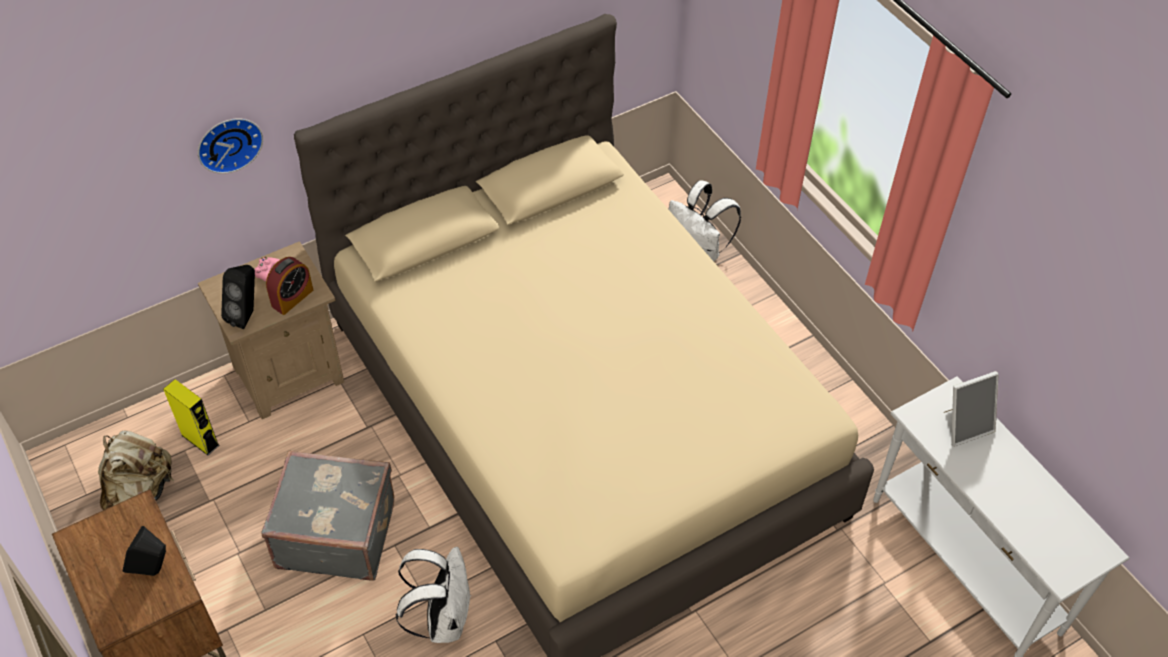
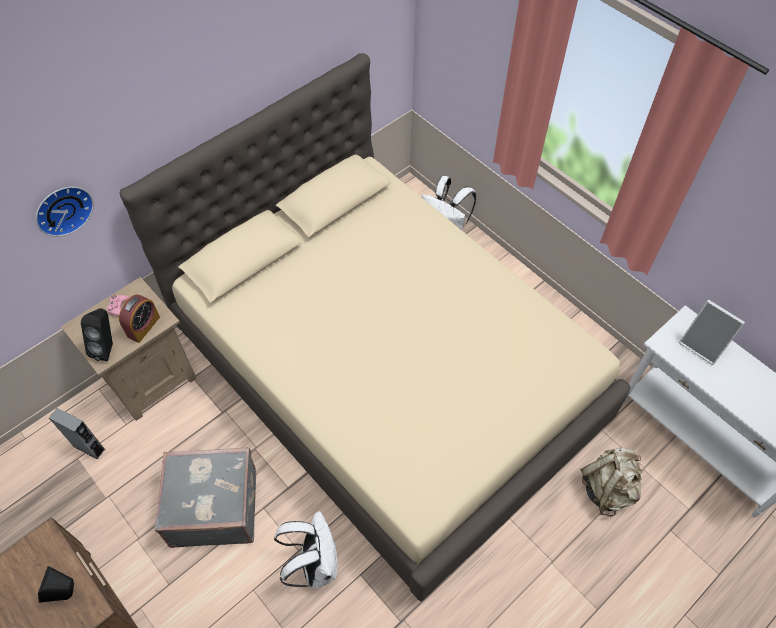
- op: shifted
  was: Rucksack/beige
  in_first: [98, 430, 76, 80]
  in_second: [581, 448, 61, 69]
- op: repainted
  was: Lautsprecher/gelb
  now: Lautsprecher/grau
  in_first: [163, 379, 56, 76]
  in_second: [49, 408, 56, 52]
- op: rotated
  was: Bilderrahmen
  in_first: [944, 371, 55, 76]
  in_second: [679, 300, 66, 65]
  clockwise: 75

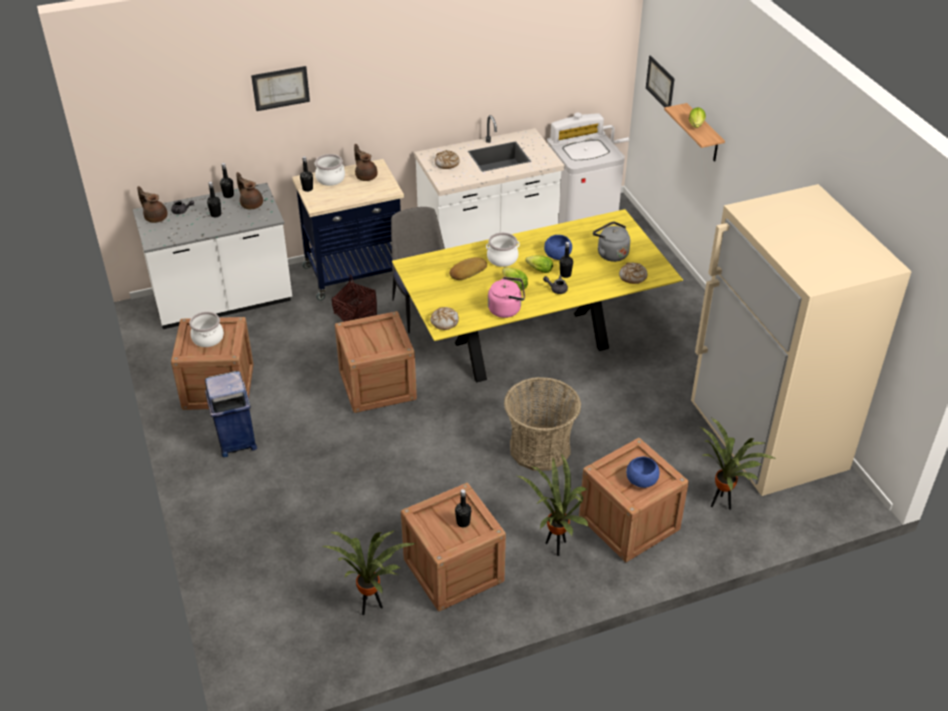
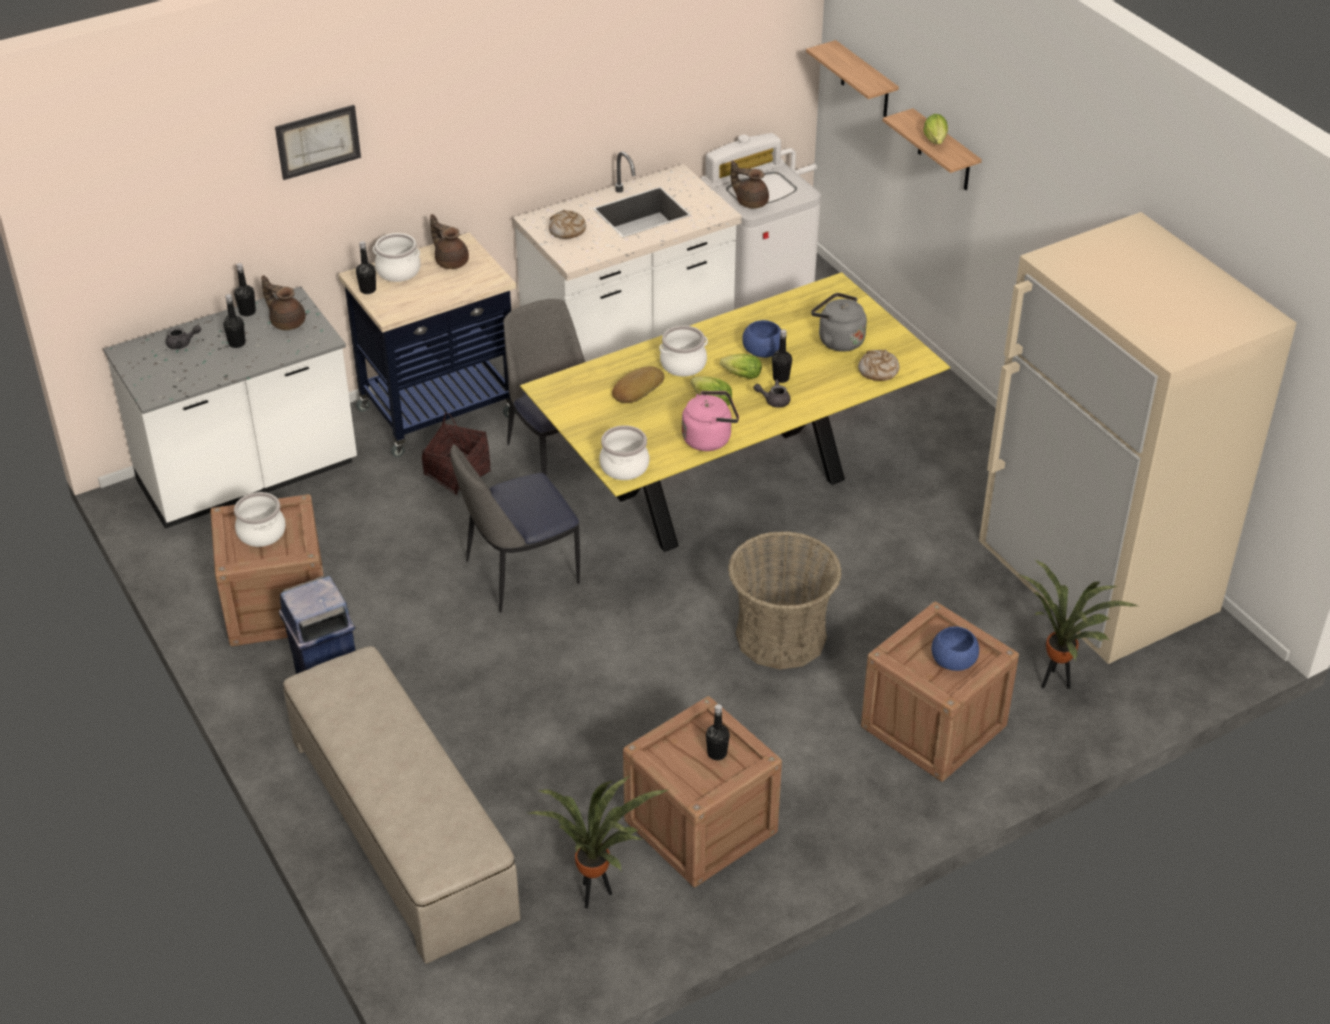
- op: gone
  was: Topfpflanze
  in_first: [518, 454, 71, 102]
- op: new
  now: Bank/beige
  in_second: [283, 646, 237, 318]
- op: shifted
  was: Teekanne/braun
  in_first: [137, 186, 31, 37]
  in_second: [730, 161, 39, 48]
- op: swapped
  was: Kiste
  now: Stuhl
  in_first: [335, 311, 82, 102]
  in_second: [450, 444, 130, 169]
- op: swapped
  was: Brot
  now: Kochtopf
  in_first: [430, 307, 29, 23]
  in_second: [599, 425, 50, 55]
- op: swapped
  was: Bild
  now: Wandregal
  in_first: [646, 55, 28, 52]
  in_second: [806, 40, 93, 77]

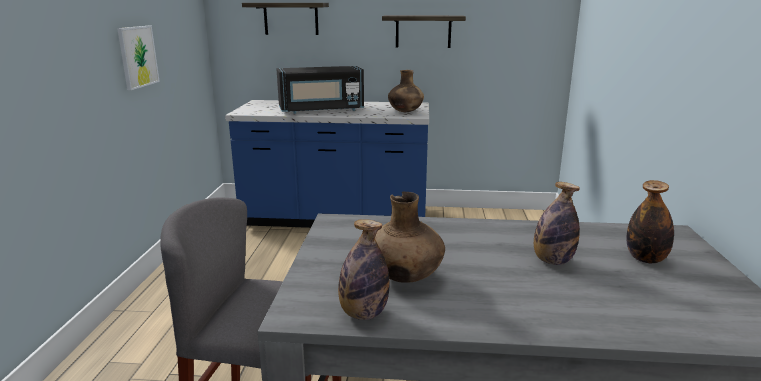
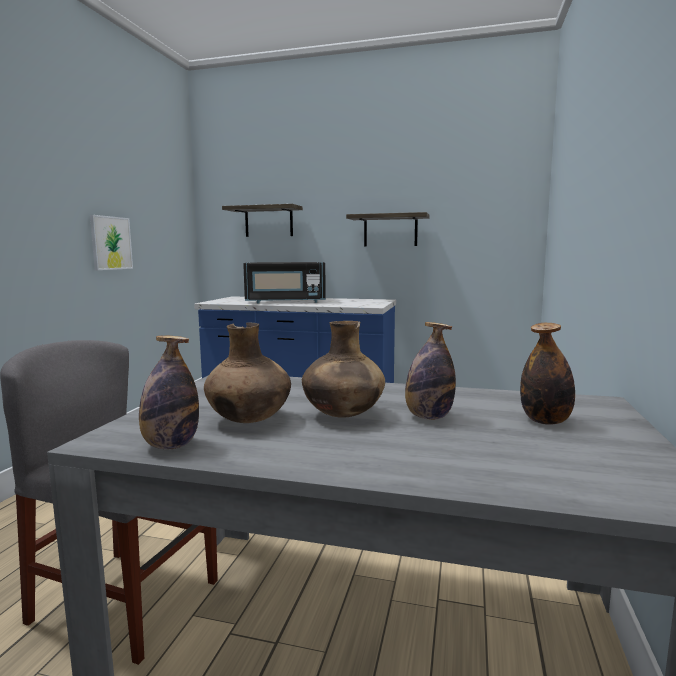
- op: shifted
  was: Vase/braun
  in_first: [388, 70, 36, 42]
  in_second: [302, 321, 83, 97]

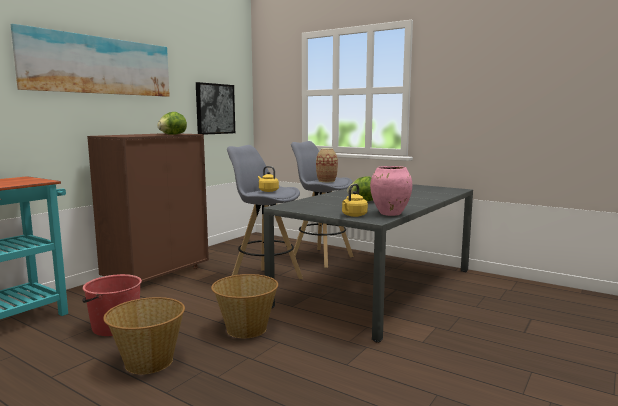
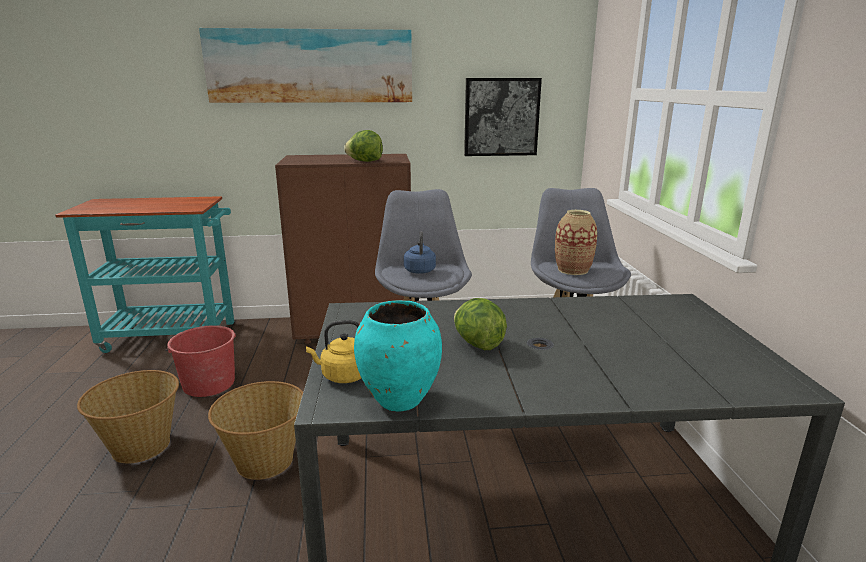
- op: repainted
  was: Wasserkessel/gelb
  now: Wasserkessel/blau
  in_first: [258, 166, 21, 26]
  in_second: [404, 232, 32, 42]
- op: repainted
  was: Vase/rosa
  now: Vase/türkis
  in_first: [370, 166, 42, 50]
  in_second: [354, 300, 88, 111]

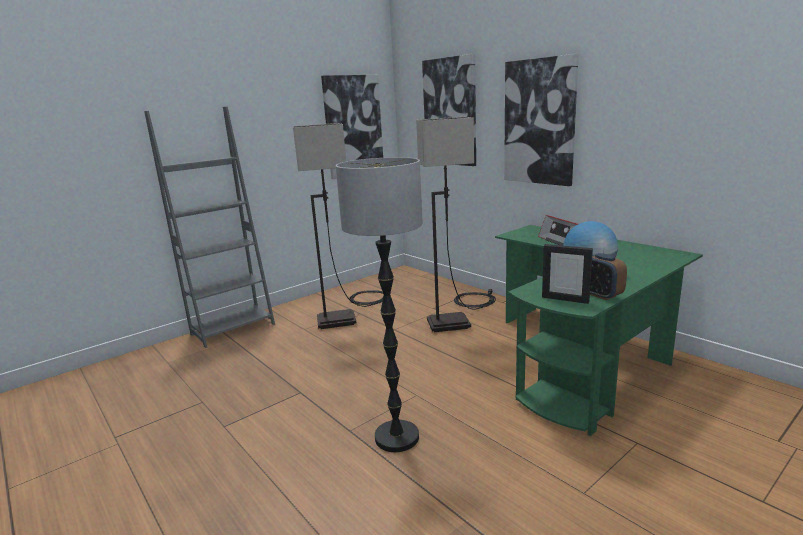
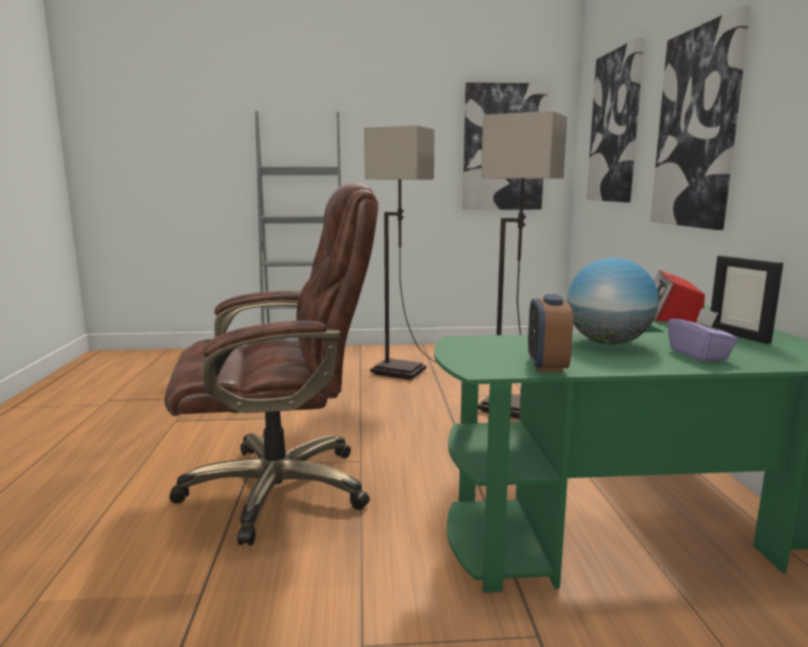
- op: new
  now: Taschentuchbox/lila
  in_second: [667, 308, 71, 54]
- op: shifted
  was: Bilderrahmen
  in_first: [542, 244, 51, 60]
  in_second: [711, 255, 72, 89]
- op: swapped
  was: Stehlampe
  now: Bürostuhl/braun
  in_first: [336, 157, 87, 295]
  in_second: [164, 182, 214, 363]

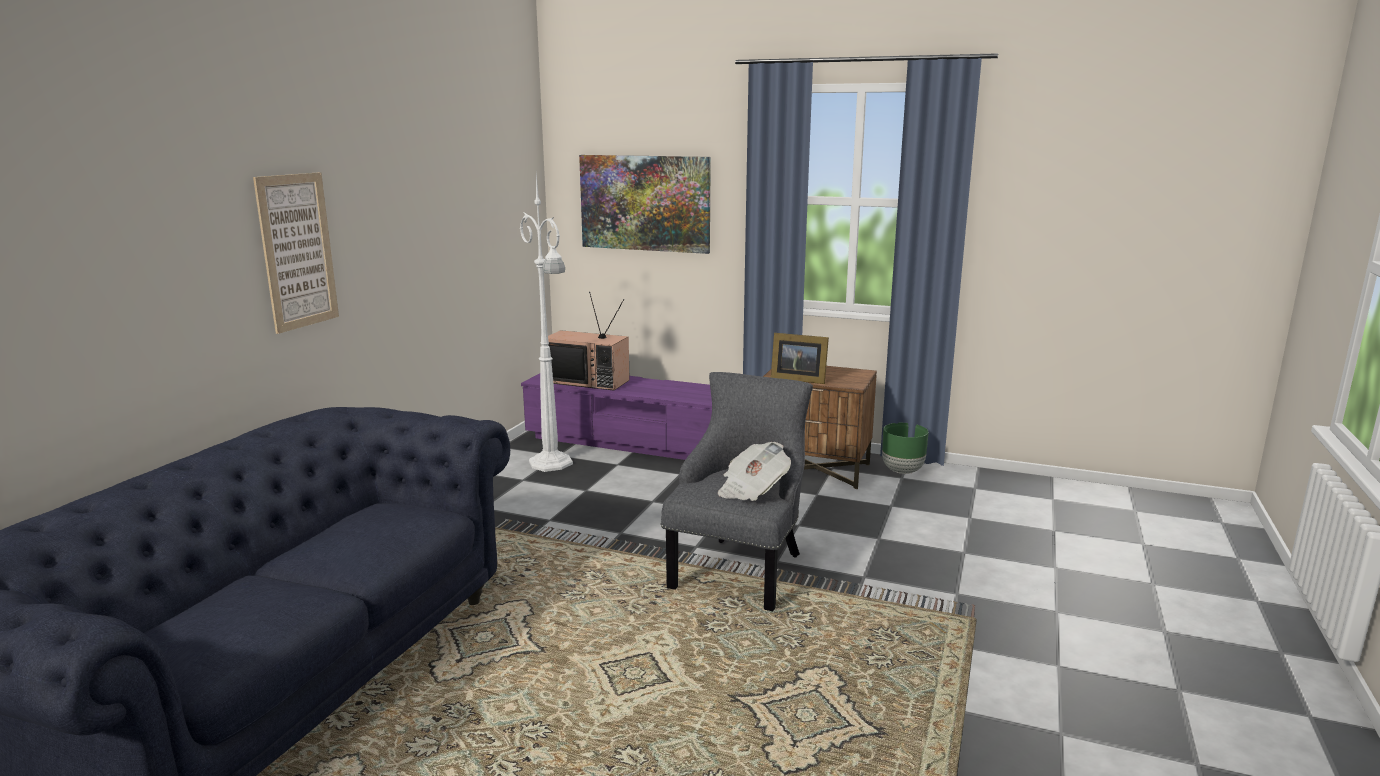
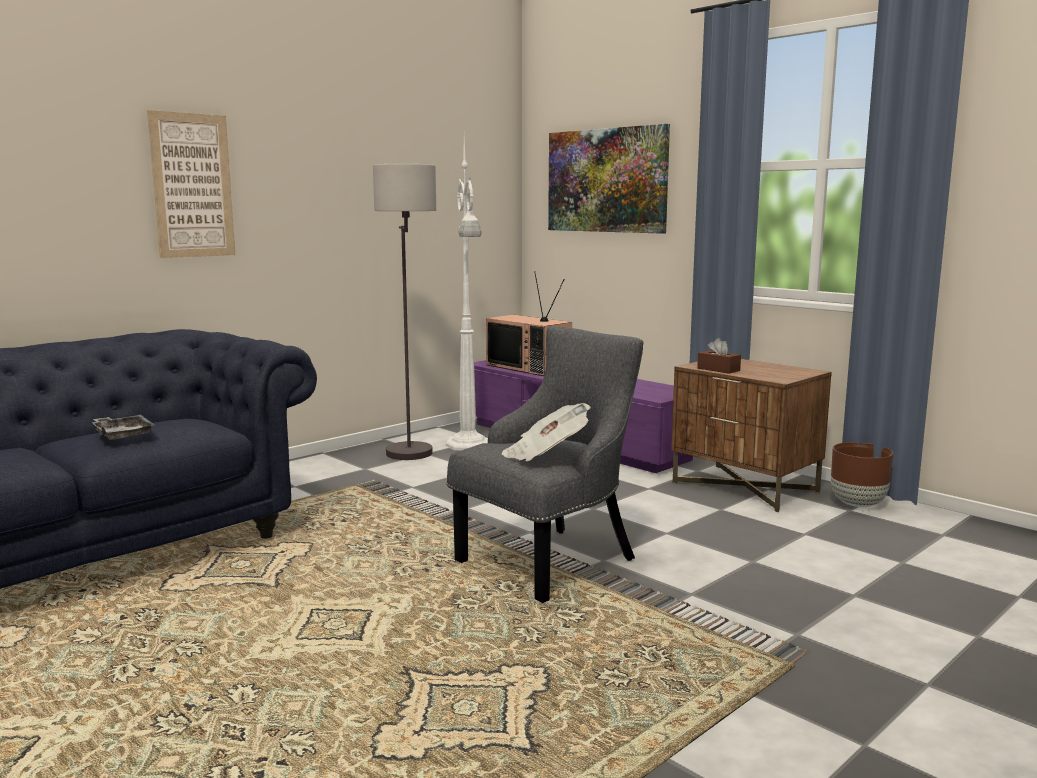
- op: new
  now: Tablett/grau
  in_second: [92, 414, 63, 26]
- op: new
  now: Stehlampe/grau
  in_second: [373, 164, 63, 296]
- op: swapped
  was: Bilderrahmen
  now: Taschentuchbox/braun
  in_first: [771, 333, 58, 51]
  in_second: [697, 338, 44, 36]
- op: repainted
  was: Pflanzkübel/grün
  now: Pflanzkübel/braun
  in_first: [882, 423, 47, 51]
  in_second: [831, 442, 62, 65]

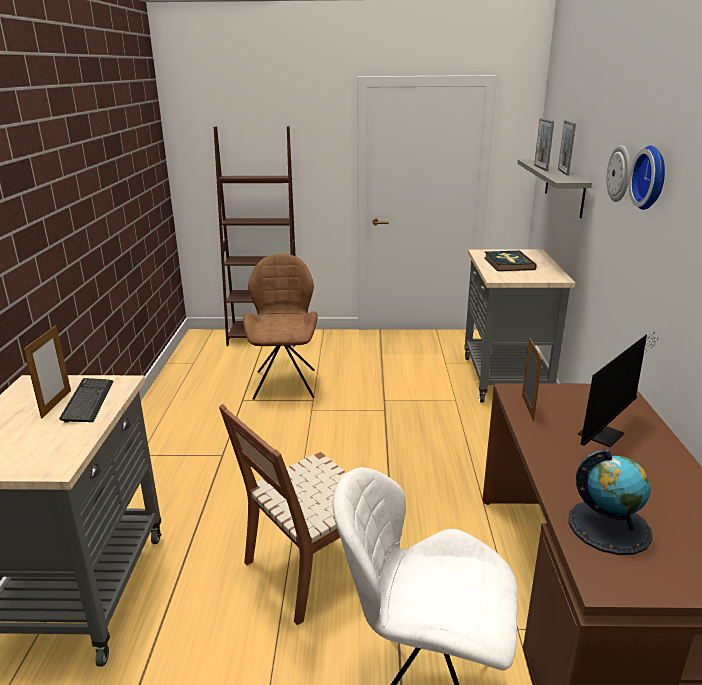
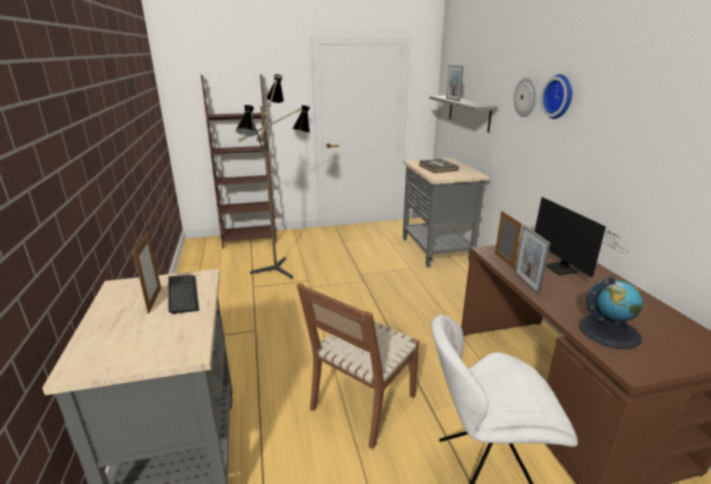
- op: shifted
  was: Bilderrahmen
  in_first: [558, 120, 18, 56]
  in_second: [514, 225, 36, 69]
- op: swapped
  was: Stuhl/braun
  now: Stehlampe
  in_first: [243, 254, 74, 146]
  in_second: [236, 74, 74, 205]
- op: rotated
  was: Monitor
  in_first: [578, 332, 79, 115]
  in_second: [535, 197, 93, 80]
  clockwise: 135

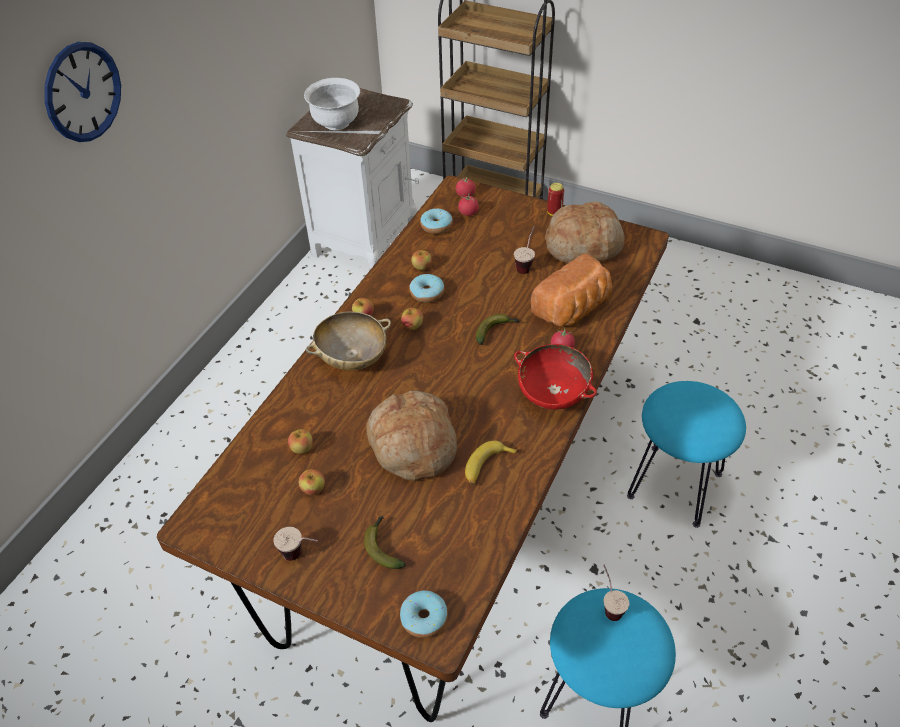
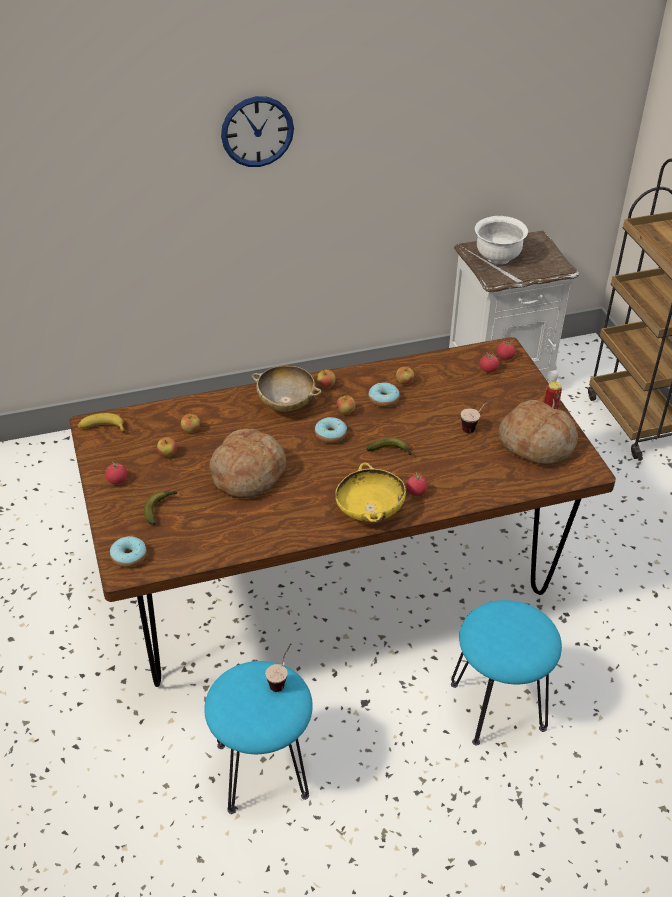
- op: gone
  was: Brot
  in_first: [531, 254, 81, 72]
- op: shifted
  was: Donut
  in_first: [420, 208, 33, 26]
  in_second: [315, 417, 32, 26]
- op: shifted
  was: Banane
  in_first: [465, 440, 54, 45]
  in_second: [77, 413, 49, 20]
- op: swapped
  was: Tasse
  now: Tomate
  in_first: [273, 527, 45, 34]
  in_second: [105, 462, 22, 22]
- op: repainted
  was: Schüssel/rot
  now: Schüssel/gelb
  in_first: [514, 344, 83, 66]
  in_second: [335, 463, 71, 59]

